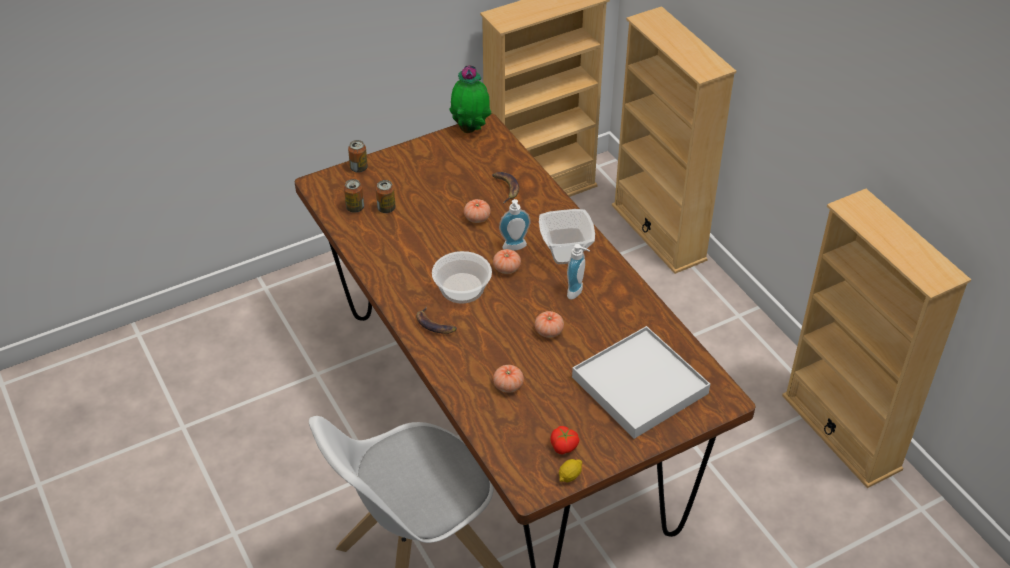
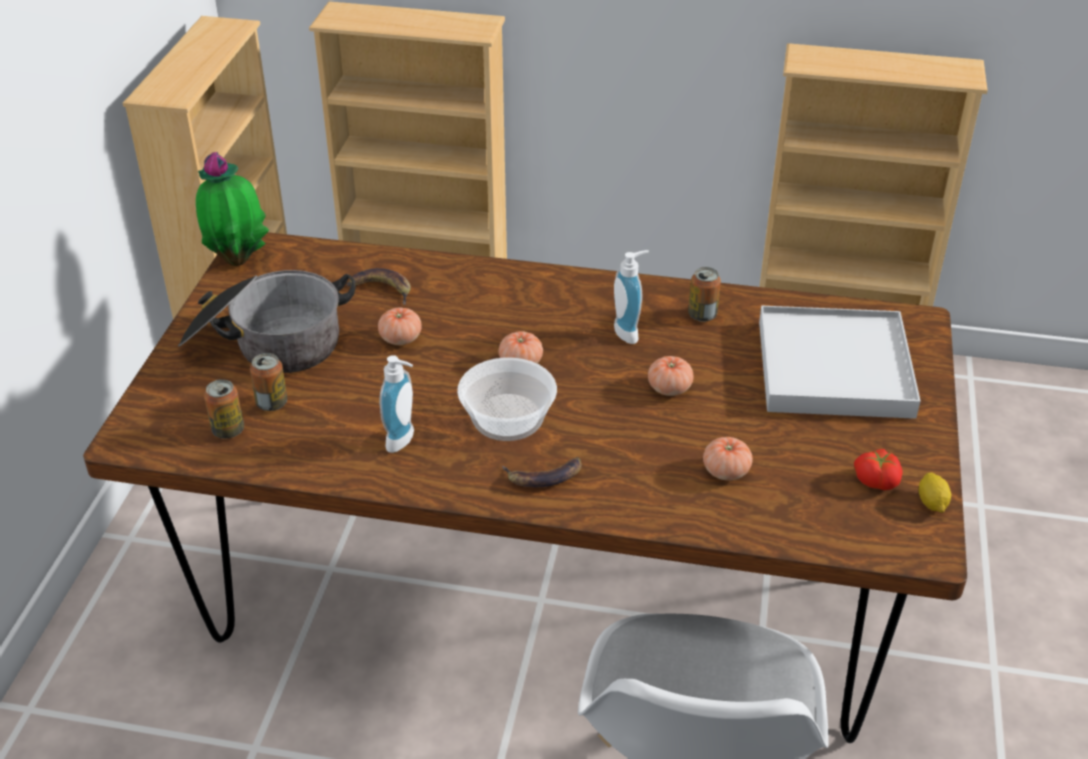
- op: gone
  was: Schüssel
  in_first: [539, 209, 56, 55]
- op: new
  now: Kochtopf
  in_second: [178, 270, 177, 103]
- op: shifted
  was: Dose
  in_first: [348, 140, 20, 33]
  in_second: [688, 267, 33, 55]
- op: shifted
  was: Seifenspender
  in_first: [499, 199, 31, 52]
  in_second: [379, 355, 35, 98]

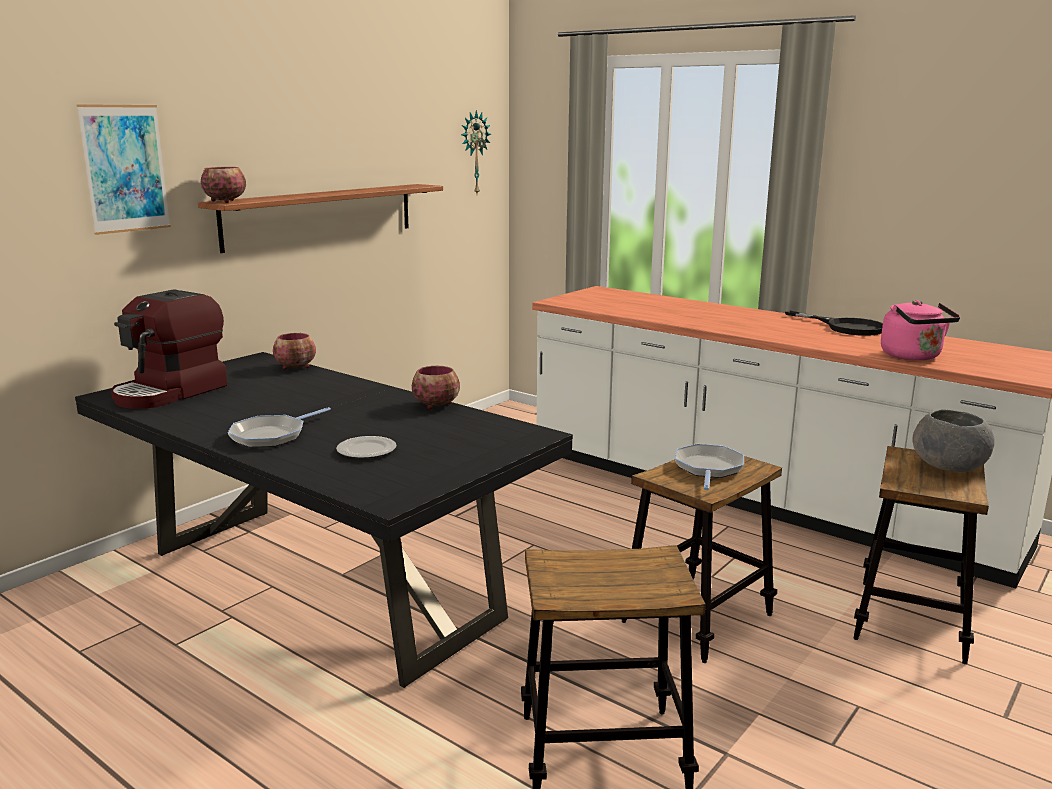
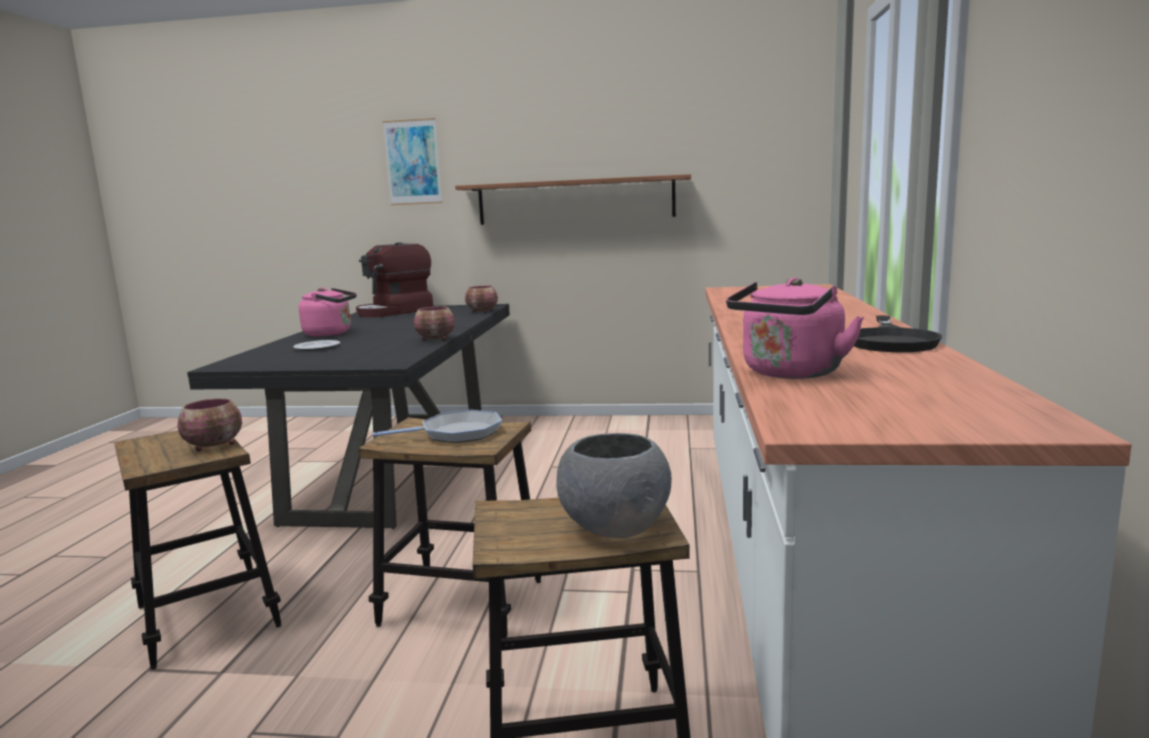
- op: gone
  was: Wanduhr
  in_first: [461, 110, 30, 84]
- op: shifted
  was: Schüssel
  in_first: [201, 167, 45, 36]
  in_second: [178, 398, 64, 54]
- op: swapped
  was: Pfanne
  now: Wasserkessel/rosa
  in_first: [228, 407, 103, 41]
  in_second: [299, 288, 58, 49]
- op: rotated
  was: Kaffeemaschine
  in_first: [111, 289, 116, 120]
  in_second: [356, 242, 77, 75]
  clockwise: -45

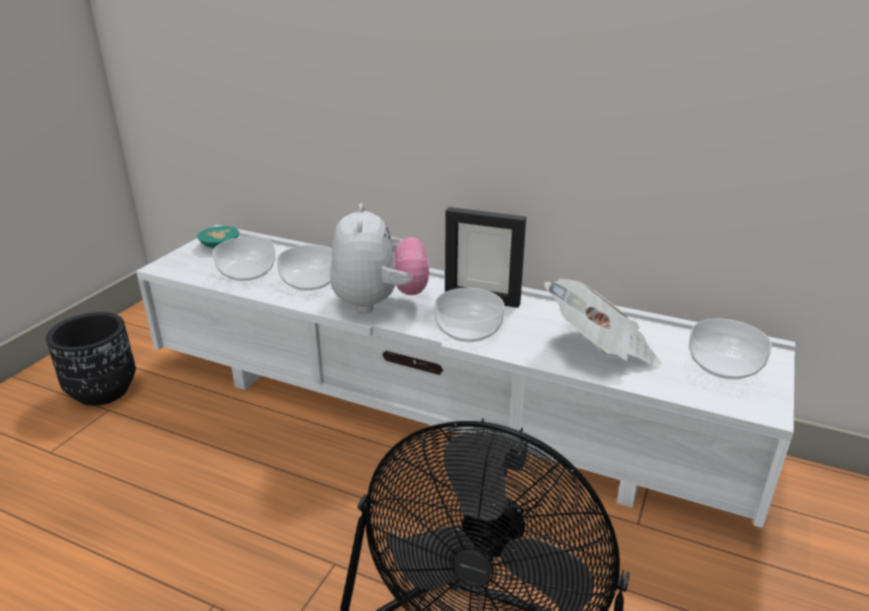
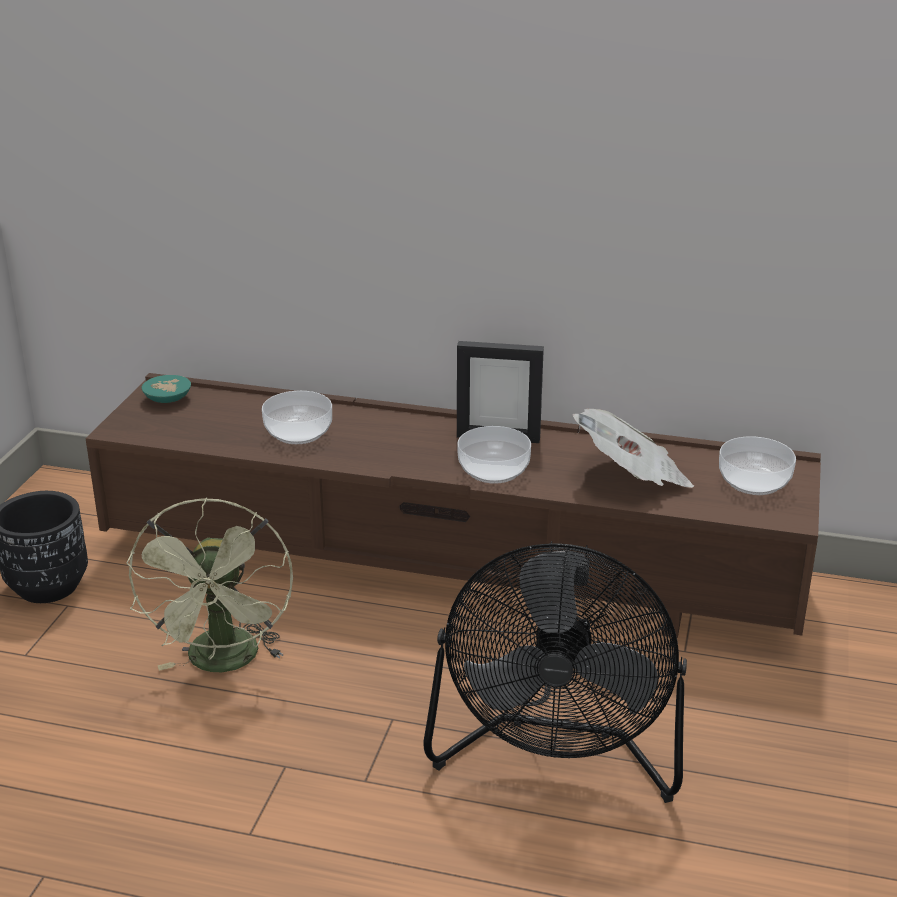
- op: gone
  was: Schüssel
  in_first: [213, 237, 62, 44]
- op: gone
  was: Plüschtier
  in_first: [330, 203, 99, 110]
- op: new
  now: Ventilator/grün
  in_second: [126, 497, 167, 175]
- op: repainted
  was: Fernsehschrank/weiß
  now: Fernsehschrank/braun
  in_first: [136, 225, 659, 303]
  in_second: [85, 373, 736, 265]

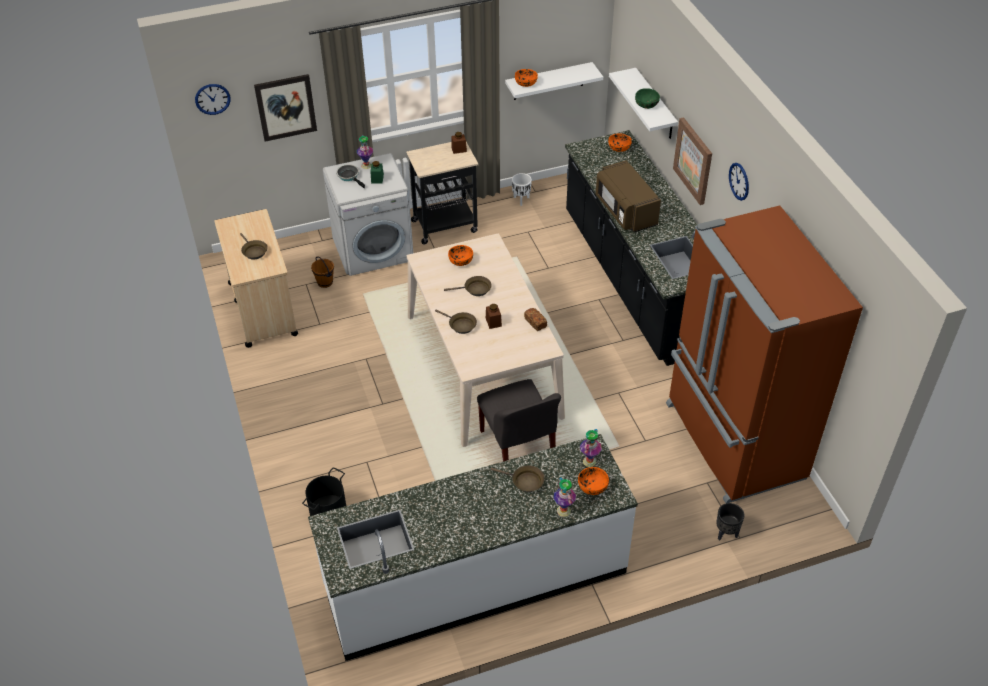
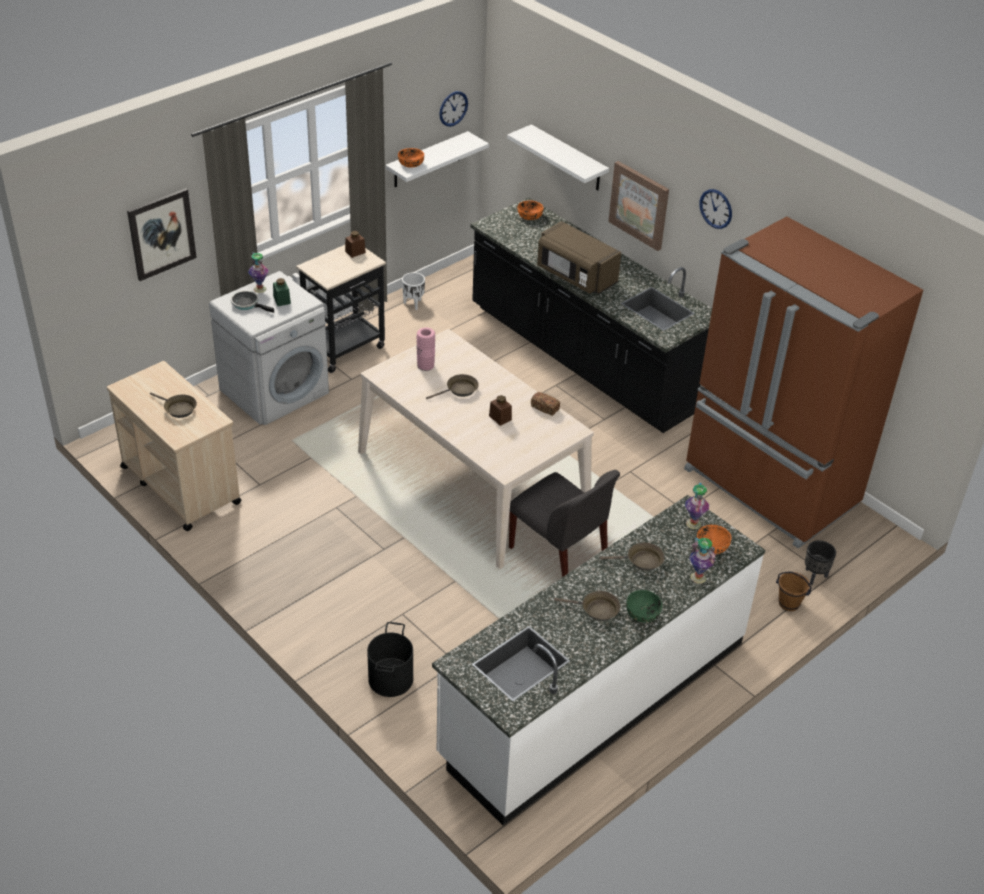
- op: shifted
  was: Wanduhr
  in_first: [195, 84, 36, 31]
  in_second: [439, 91, 29, 36]
- op: shifted
  was: Eimer/braun
  in_first: [311, 257, 23, 31]
  in_second: [776, 571, 36, 40]
- op: shifted
  was: Pfanne/braun
  in_first: [435, 310, 42, 24]
  in_second: [554, 591, 66, 30]
- op: shifted
  was: Schüssel/grün
  in_first: [635, 88, 25, 21]
  in_second: [626, 590, 37, 32]
- op: swapped
  was: Schüssel/orange
  now: Vase/rosa
  in_first: [448, 245, 25, 21]
  in_second: [416, 328, 19, 43]

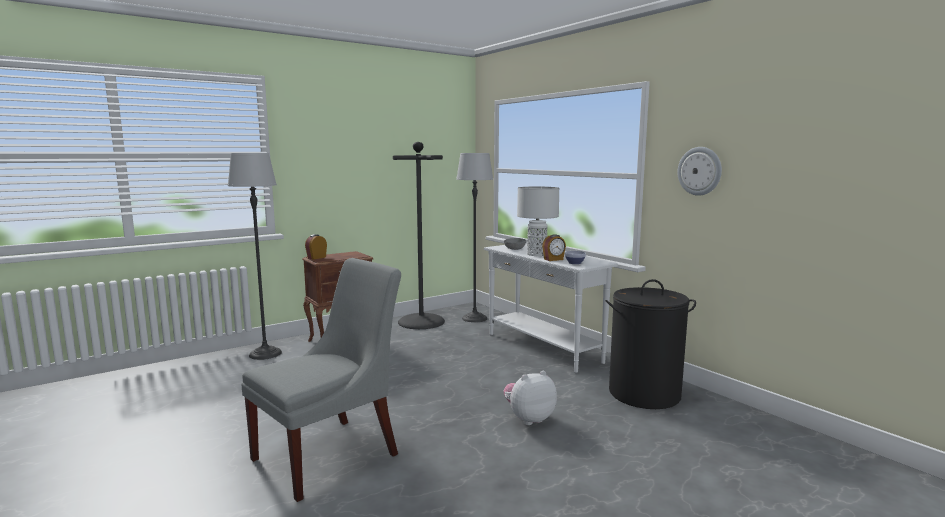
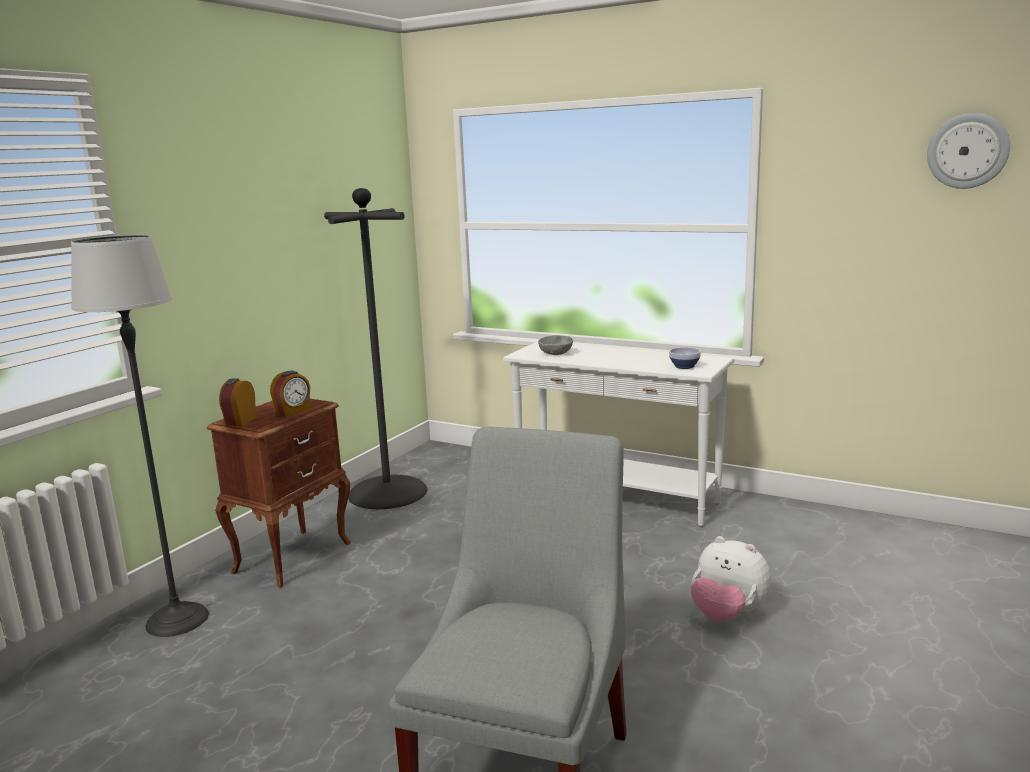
- op: gone
  was: Stehlampe
  in_first: [456, 153, 37, 169]
- op: gone
  was: Tischlampe/weiß
  in_first: [517, 187, 42, 69]
- op: gone
  was: Wäschekorb/schwarz
  in_first: [606, 279, 90, 130]
- op: shifted
  was: Wecker
  in_first: [542, 234, 24, 27]
  in_second: [270, 371, 40, 46]
- op: shifted
  was: Wanduhr
  in_first: [677, 147, 45, 49]
  in_second: [927, 113, 83, 76]
- op: rotated
  was: Plüschtier
  in_first: [504, 371, 53, 54]
  in_second: [691, 536, 80, 86]
  clockwise: -90

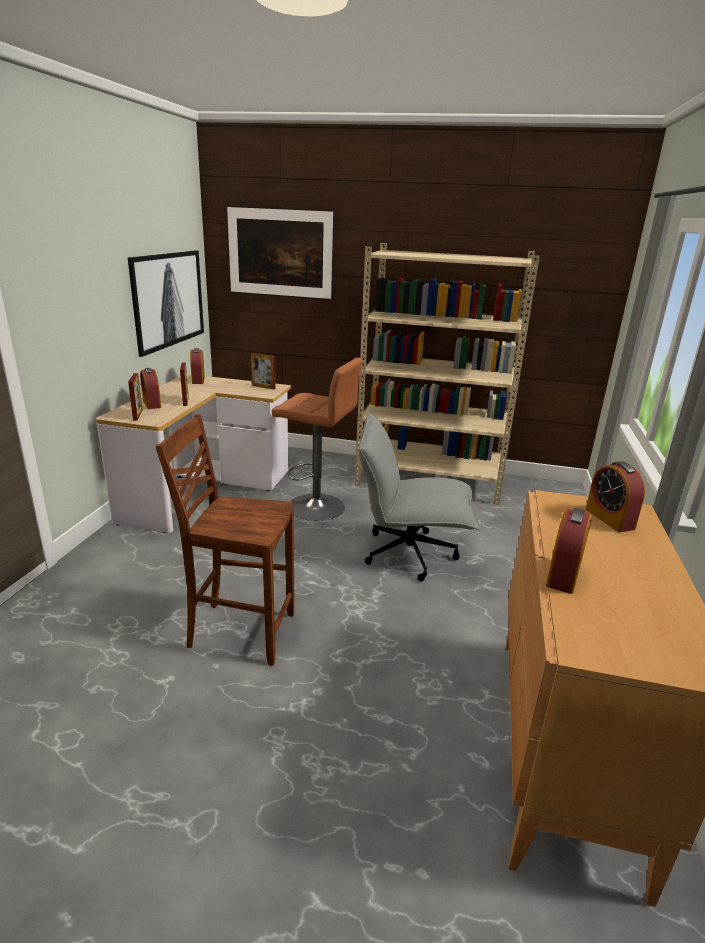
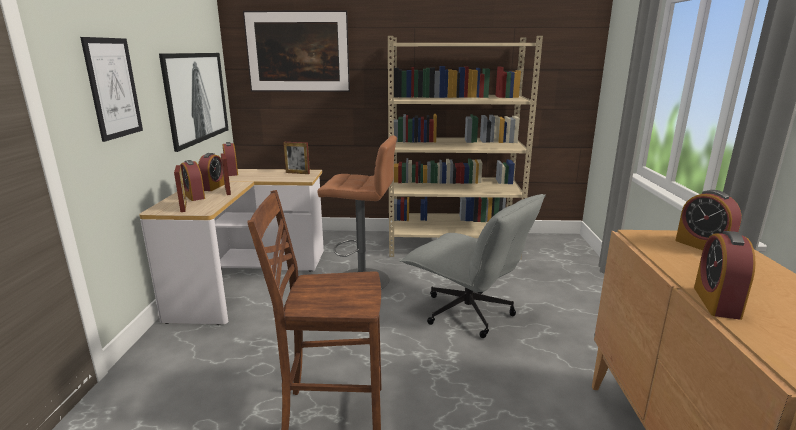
- op: new
  now: Bild
  in_second: [80, 37, 63, 105]
- op: new
  now: Wecker
  in_second: [198, 153, 27, 38]
- op: rotated
  was: Bürostuhl/grau
  in_first: [359, 412, 121, 170]
  in_second: [399, 194, 147, 144]
  clockwise: -135

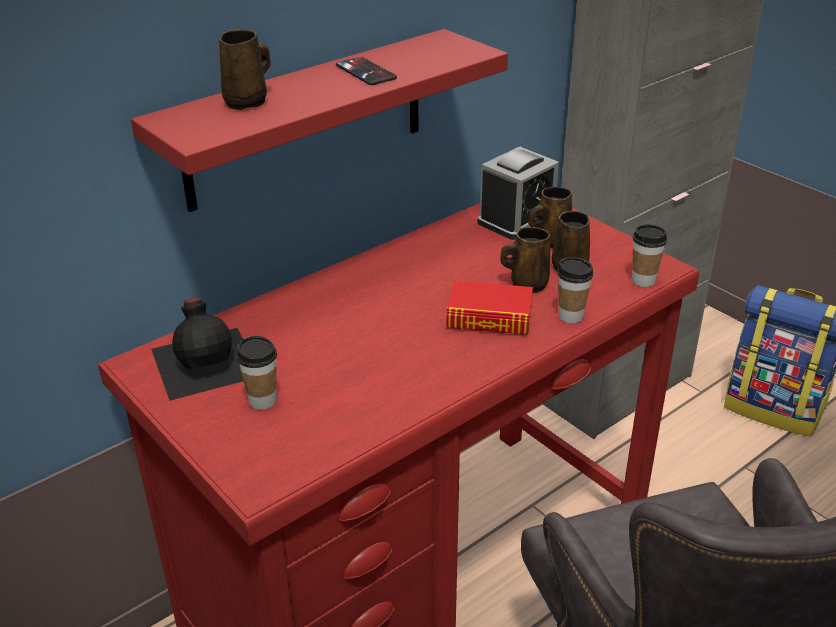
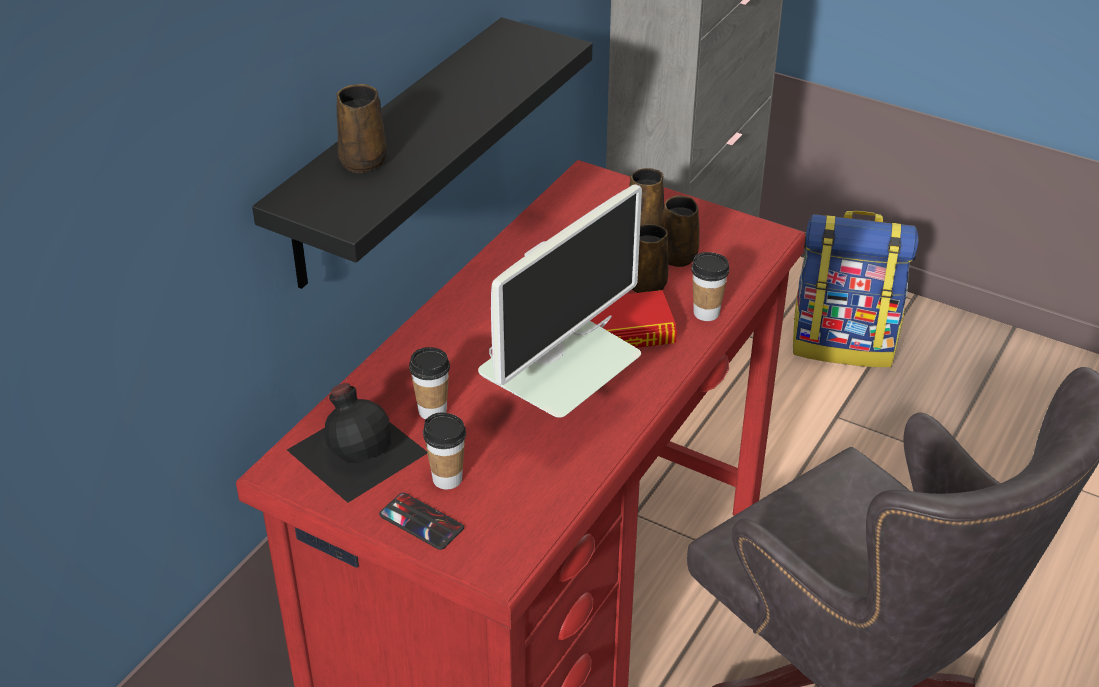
- op: gone
  was: Wecker
  in_first: [478, 146, 81, 94]
- op: new
  now: Monitor
  in_second: [478, 184, 164, 234]
- op: shifted
  was: Handy
  in_first: [336, 57, 61, 28]
  in_second: [379, 493, 85, 57]
- op: shifted
  was: Tasse
  in_first: [632, 224, 35, 63]
  in_second: [409, 347, 41, 72]
- op: repainted
  was: Wandregal/rot
  now: Wandregal/schwarz
  in_first: [131, 29, 377, 183]
  in_second: [252, 17, 340, 272]

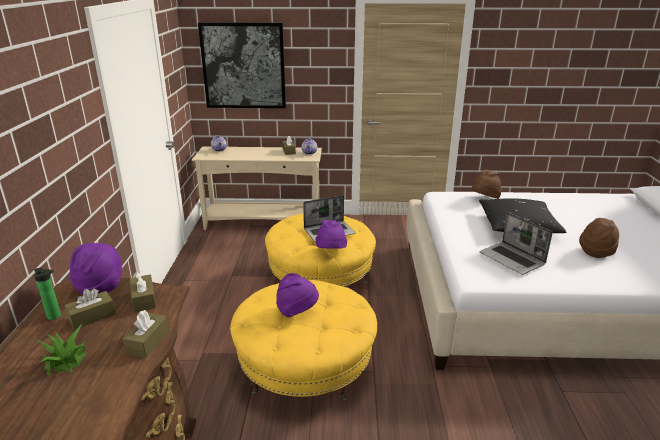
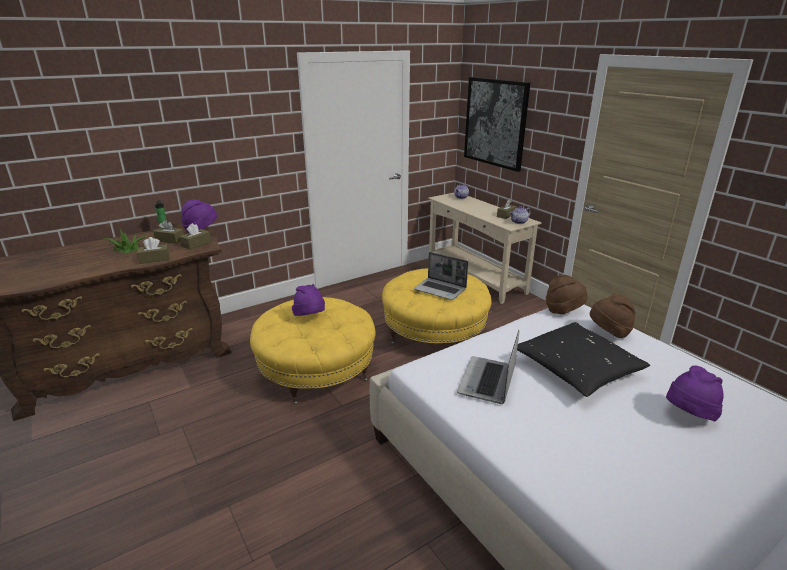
- op: shifted
  was: Hut/lila
  in_first: [315, 220, 32, 29]
  in_second: [666, 366, 58, 55]
- op: shifted
  was: Hut/braun
  in_first: [579, 218, 40, 40]
  in_second: [546, 275, 41, 39]

